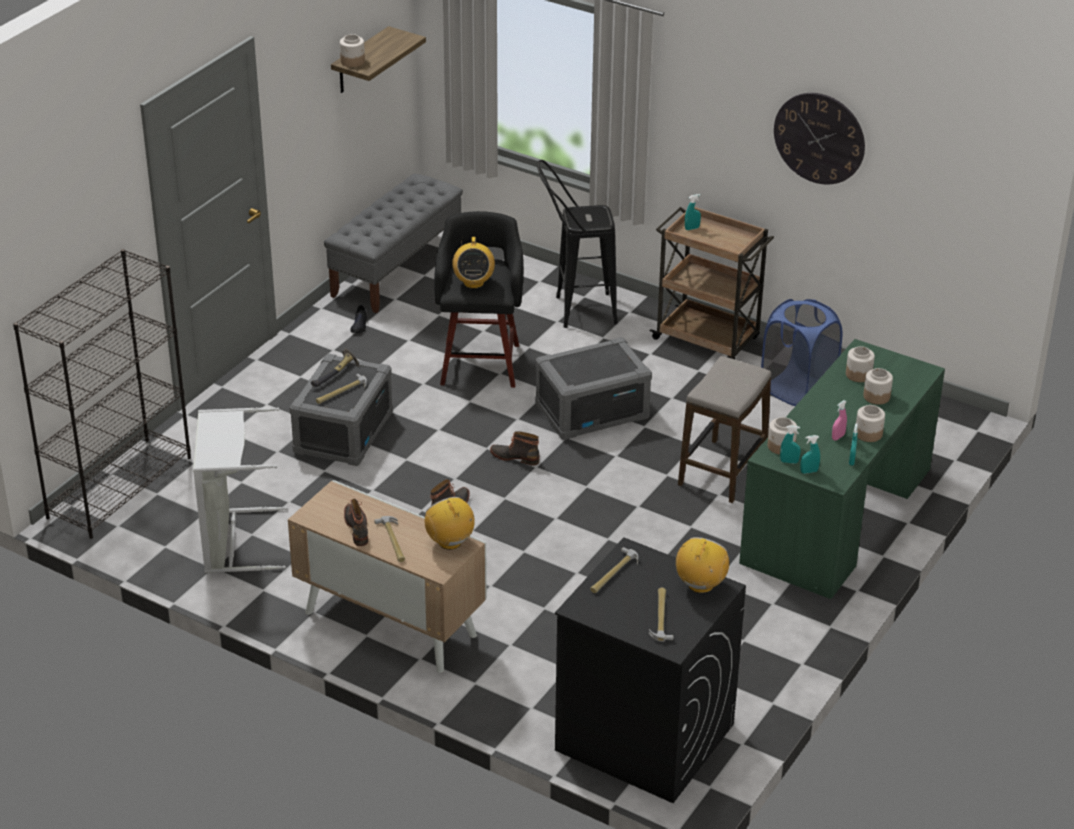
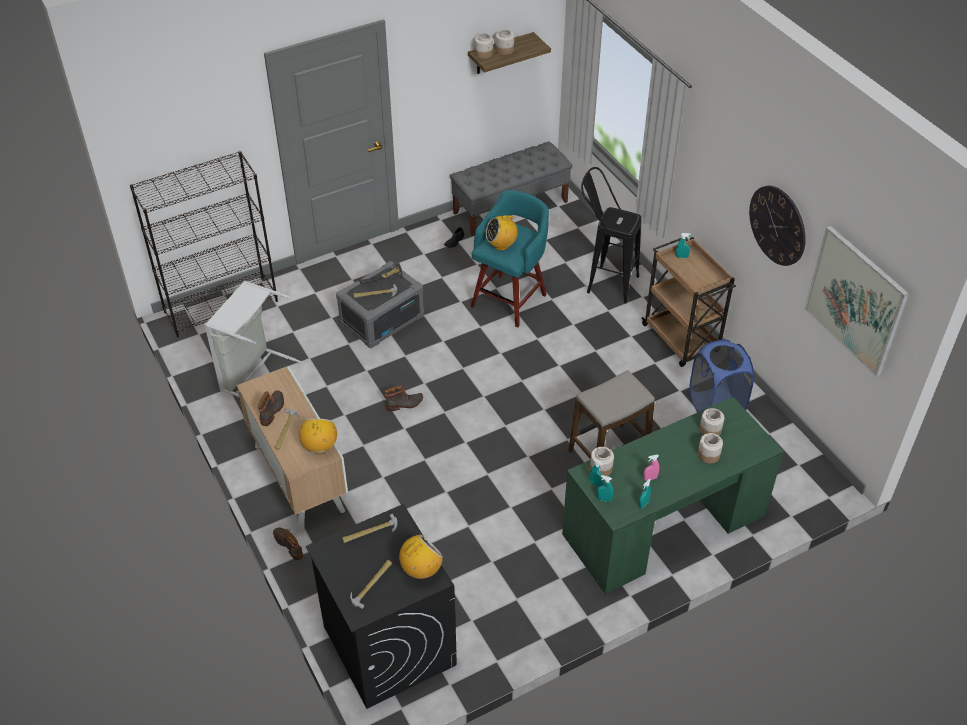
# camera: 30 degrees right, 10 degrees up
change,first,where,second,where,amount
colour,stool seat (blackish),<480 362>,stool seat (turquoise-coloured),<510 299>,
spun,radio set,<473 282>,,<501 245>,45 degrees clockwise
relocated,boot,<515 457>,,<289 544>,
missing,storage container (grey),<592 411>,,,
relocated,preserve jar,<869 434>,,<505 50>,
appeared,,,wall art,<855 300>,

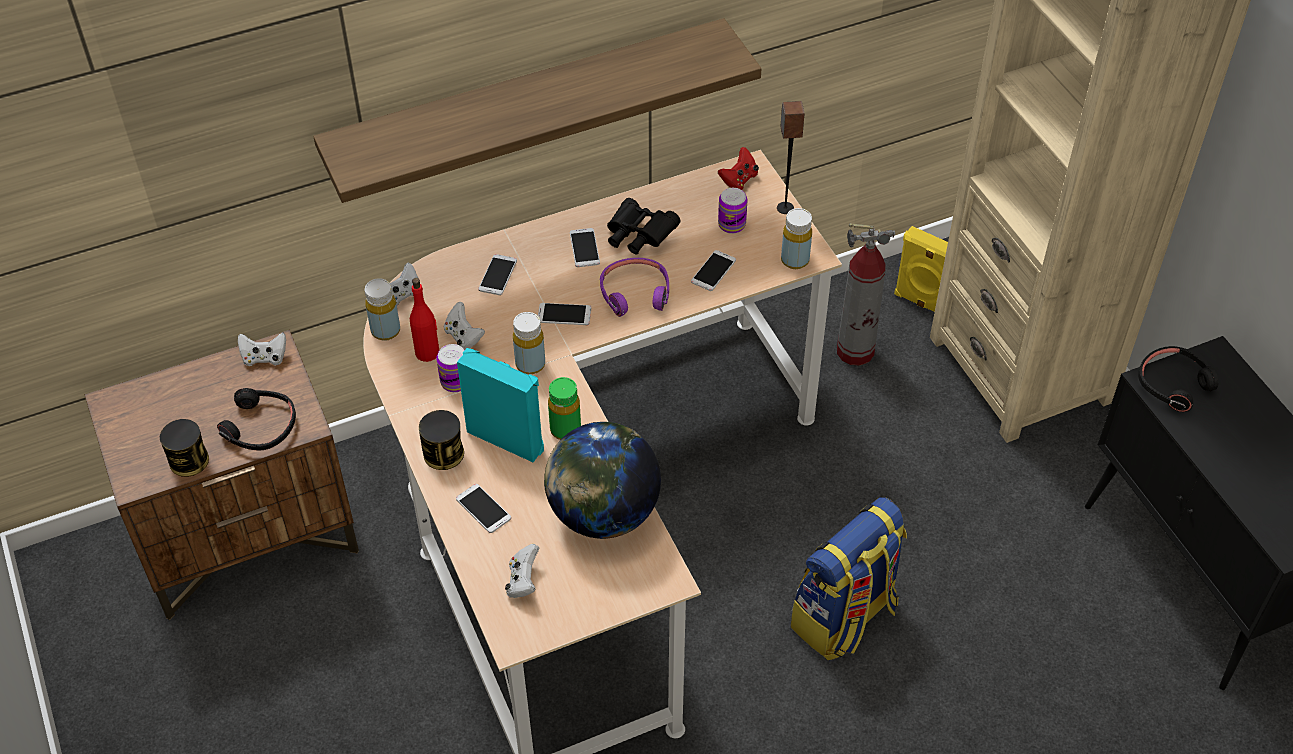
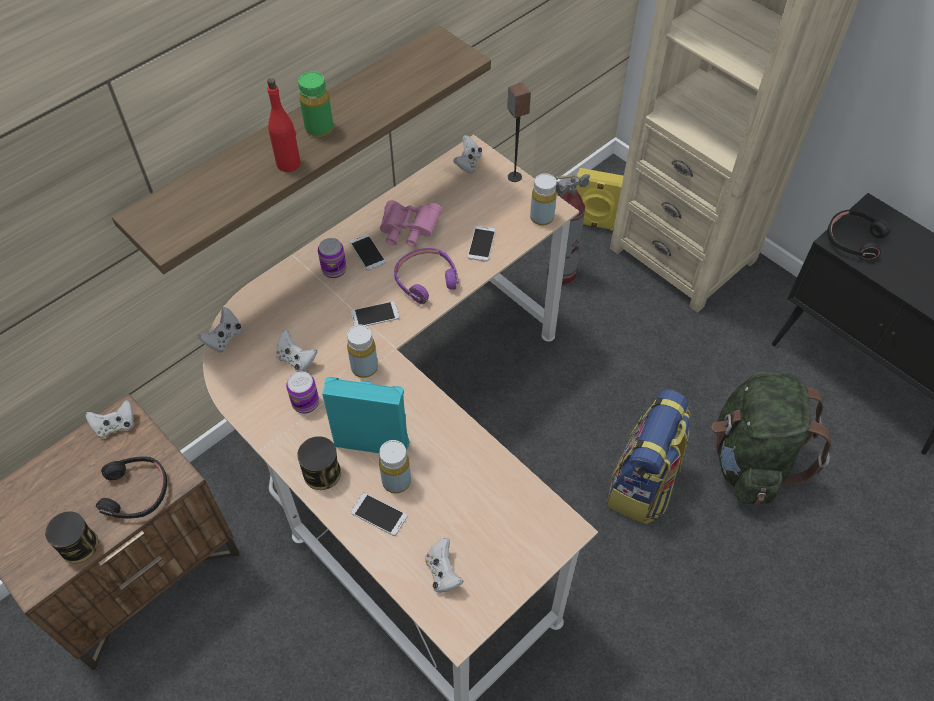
# camera: 20 degrees left, 5 degrees up
change,first,where,second,where,amount
relocated,bottle (yellow-coloured),<385 331>,,<396 481>,
relocated,bottle (reddish),<427 352>,,<289 163>,
missing,handset,<498 275>,,,
missing,globe,<603 514>,,,
relocated,bottle (greenish),<565 429>,,<319 128>,
colour,field glasses (blackish),<638 237>,field glasses (pink),<408 231>,
colour,game controller (reddish),<739 180>,game controller (whitish),<468 163>,
relocated,sealed can,<731 225>,,<334 269>,
appeared,,,knapsack (greenish),<750 460>,

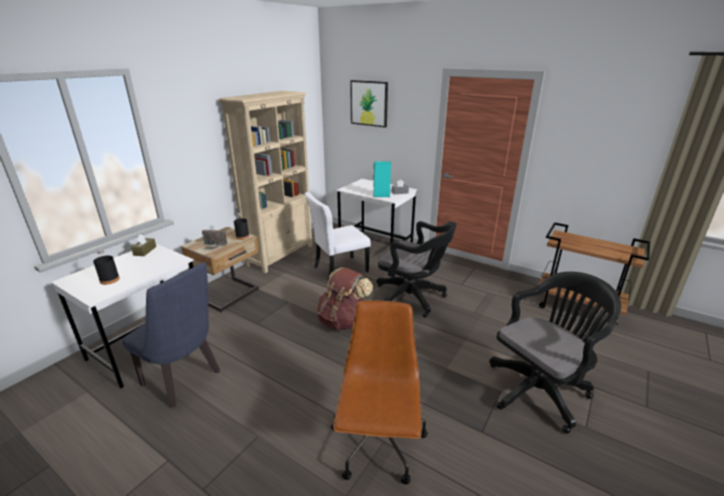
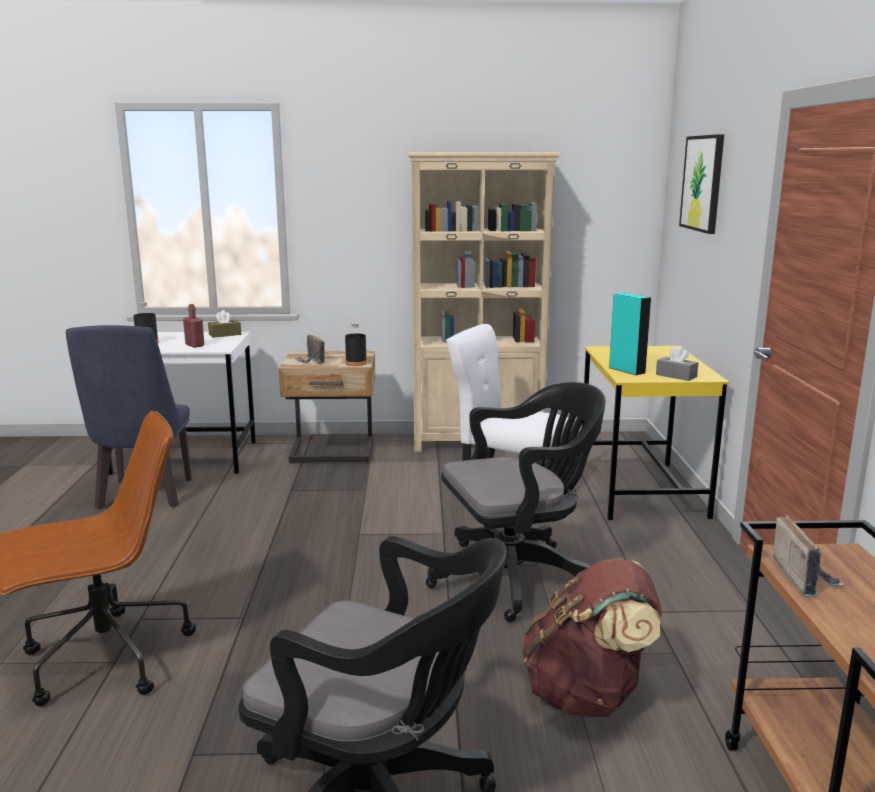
# camera: 55 degrees right, 10 degrees down
change,first,where,second,where,amount
relocated,knapsack (brown-coloured),<343 321>,,<588 695>,
colour,desk unit (whitish),<376 245>,desk unit (yellow-coloured),<641 491>,
spun,computer chair (blackish),<413 298>,,<517 576>,105 degrees counterclockwise
appeared,,,bottle (reddish),<195 345>,
appeared,,,radio set,<804 576>,

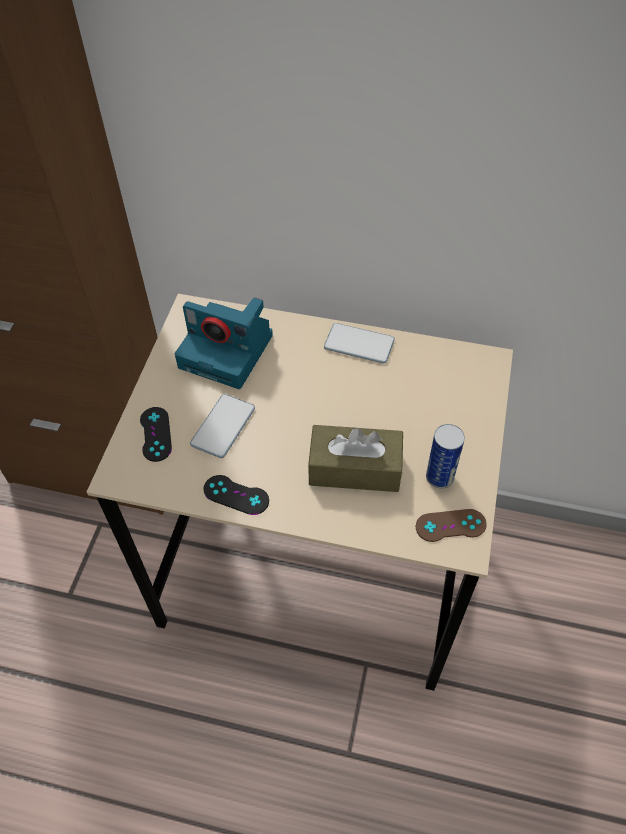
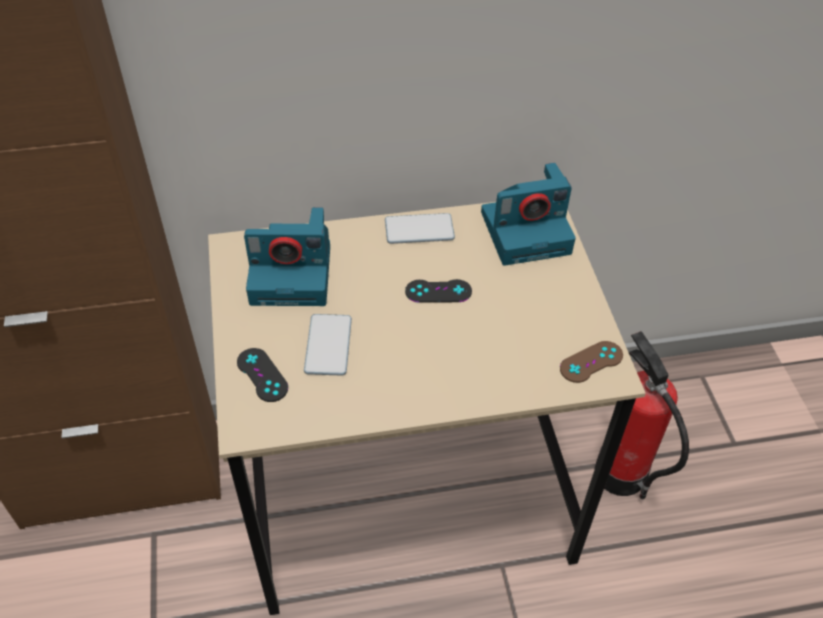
# camera: 25 degrees left, 5 degrees down
change,first,where,second,where,amount
relocated,game controller (blackish),<236 495>,,<438 291>,
missing,tissue holder (brown-coloured),<355 468>,,,
missing,sealed can,<439 477>,,,
appeared,,,still camera,<527 231>,
appeared,,,fire extinguisher,<620 474>,

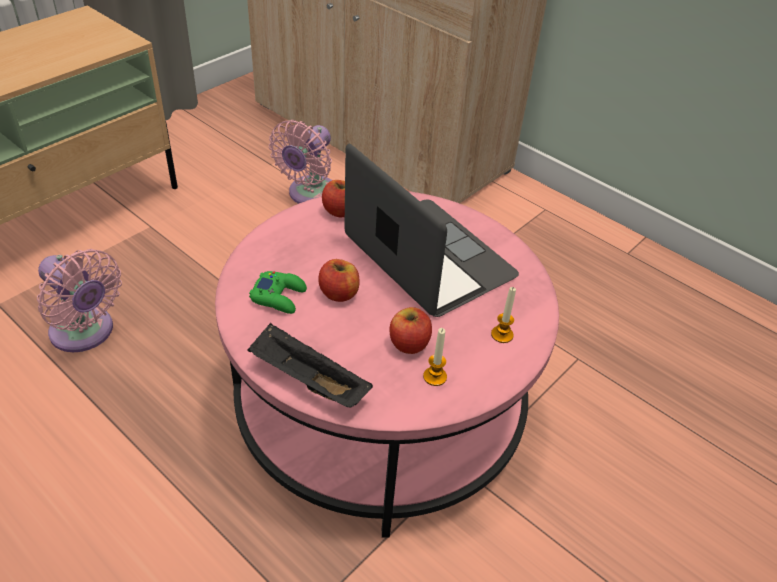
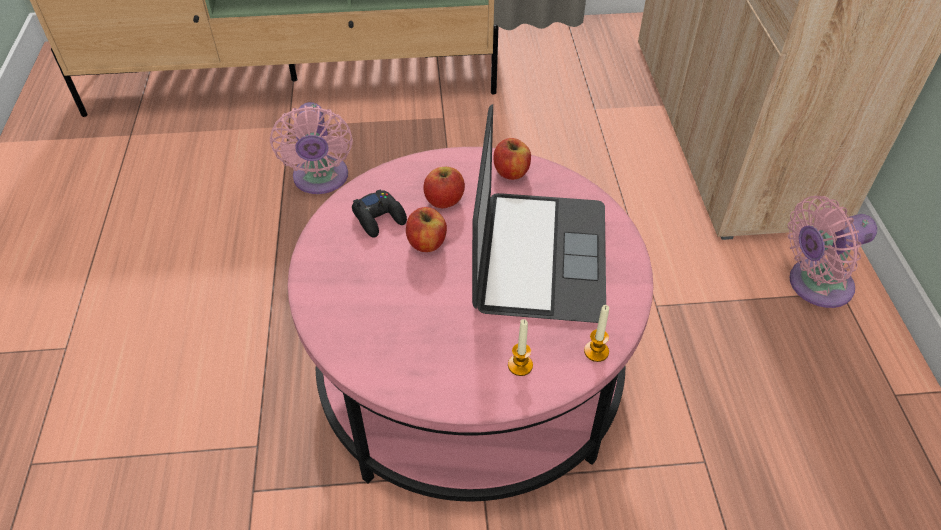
# camera: 45 degrees right, 5 degrees up
change,first,where,second,where,amount
missing,tray (blackish),<306 381>,,,
colour,game controller (greenish),<279 296>,game controller (blackish),<379 218>,
relocated,fan (pink),<310 195>,,<814 285>,
relocated,apple fruit,<409 343>,,<444 200>,
relocated,wax candle,<435 377>,,<596 351>,

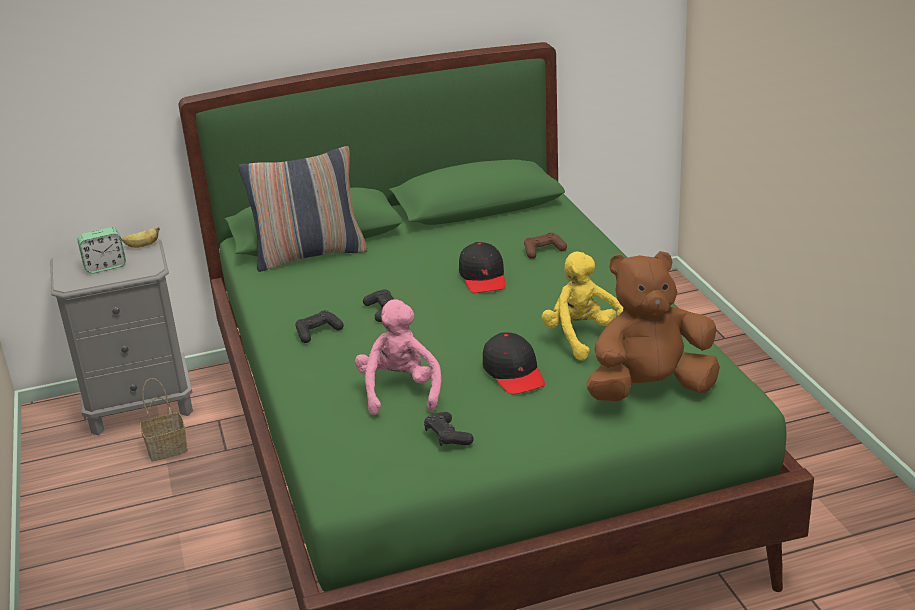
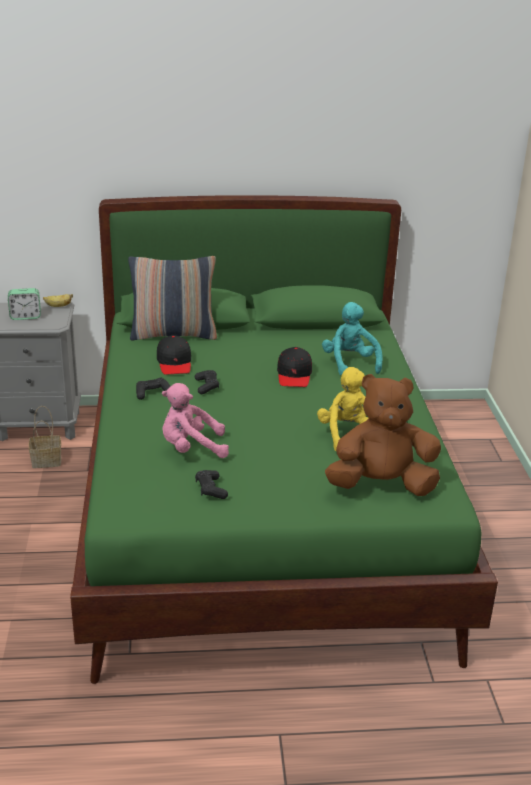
# camera: 10 degrees right, 0 degrees up
change,first,where,second,where,amount
spun,plush toy (pink),<400 391>,,<191 449>,105 degrees counterclockwise
relocated,cap (blackish),<514 373>,,<174 363>,
exchanged,game controller (brown-coloured),<543 251>,plush toy (turquoise-coloured),<350 363>,

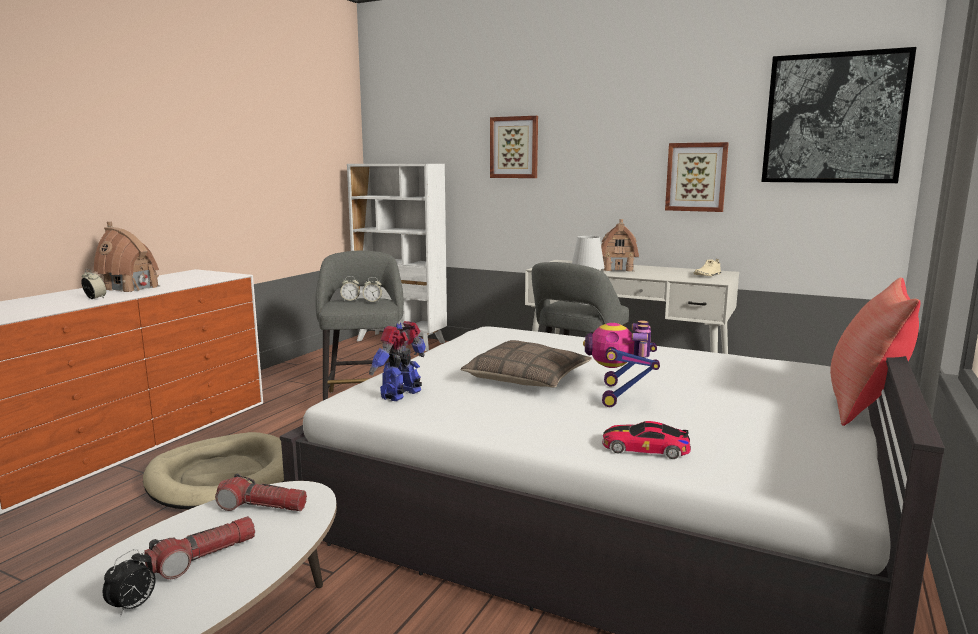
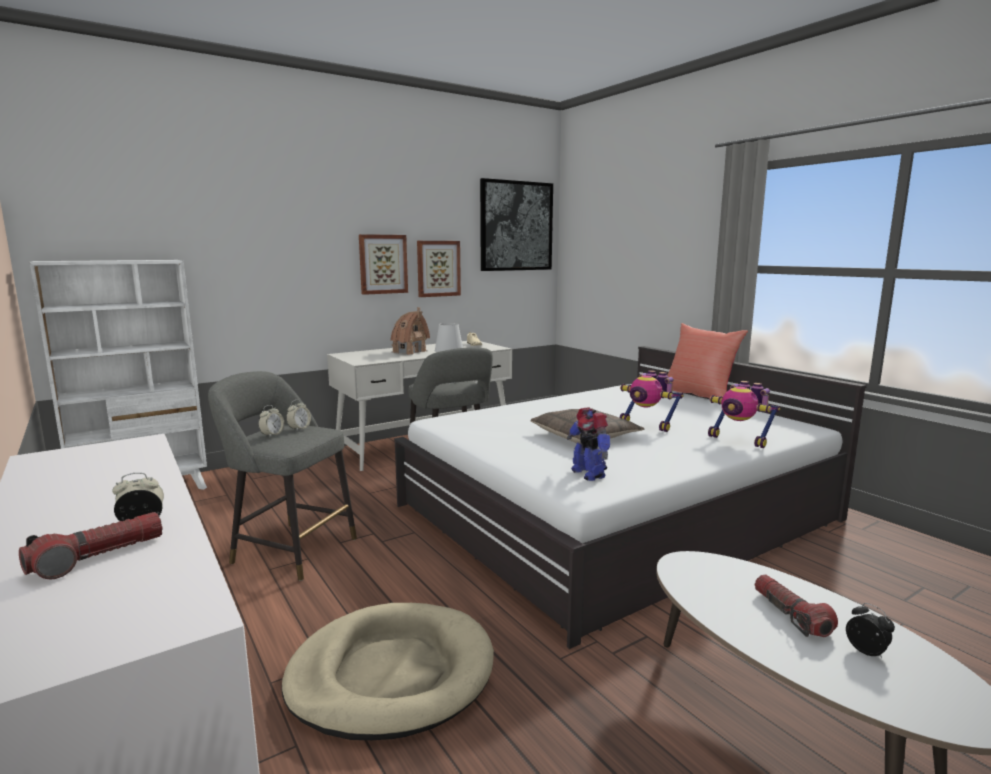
# camera: 60 degrees left, 0 degrees up
change,first,where,second,where,amount
missing,toy house,<131 288>,,,
relocated,hand torch,<262 507>,,<97 557>,
relocated,wall art,<514 147>,,<383 264>,
exchanged,toy car,<645 448>,robot figure,<739 440>,

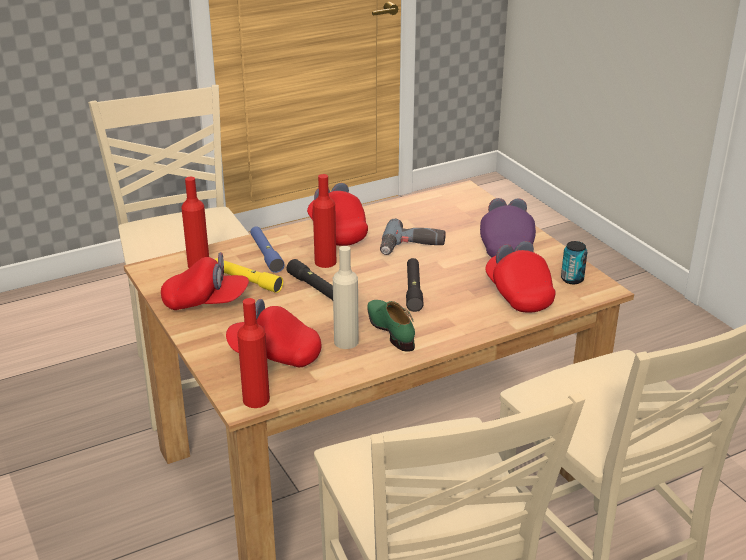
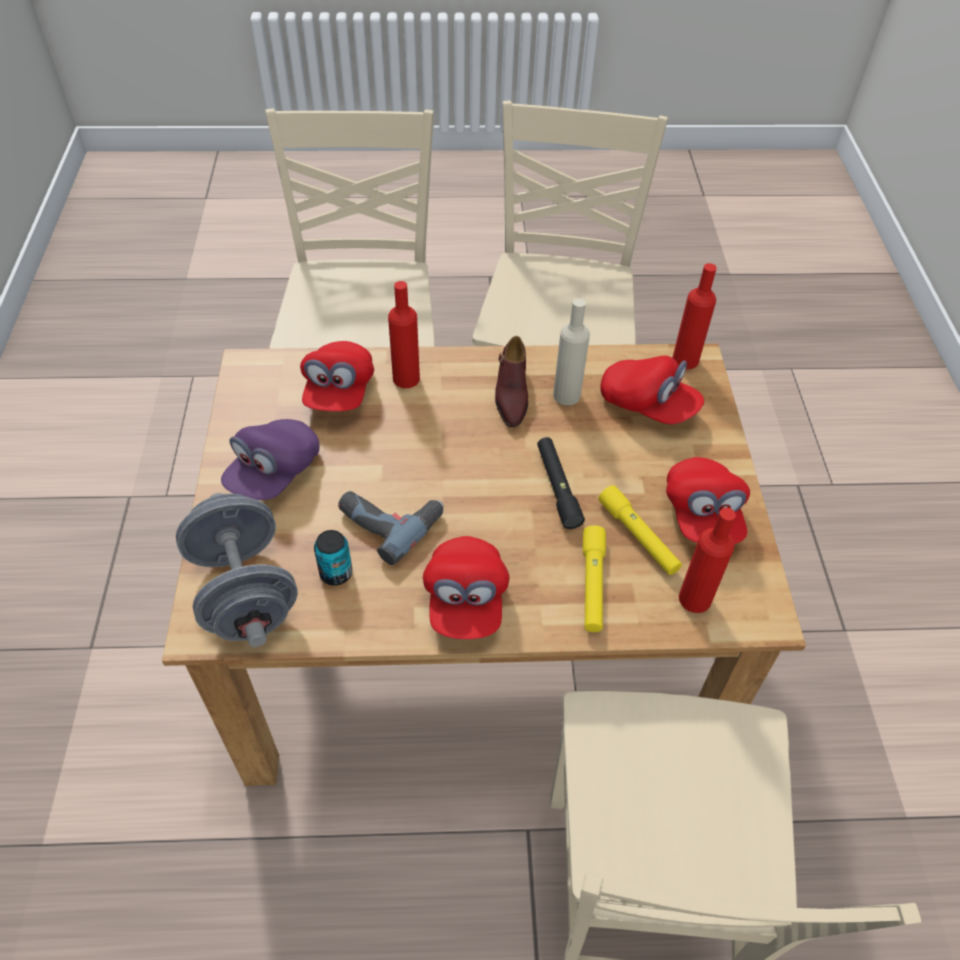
# camera: 155 degrees left, 20 degrees up
change,first,where,second,where,amount
spun,cap (reddish),<206 302>,,<702 515>,120 degrees counterclockwise
colour,hand torch (blue-coloured),<266 254>,hand torch (yellow-coloured),<592 584>,
relocated,bottle (reddish),<325 262>,,<406 378>,
colour,item of footwear (greenish),<391 329>,item of footwear (brown-coloured),<511 394>,
missing,hand torch (blackish),<413 290>,,,
relocated,sealed can,<572 279>,,<336 573>,
appeared,,,dumbbell (grey),<245 592>,

